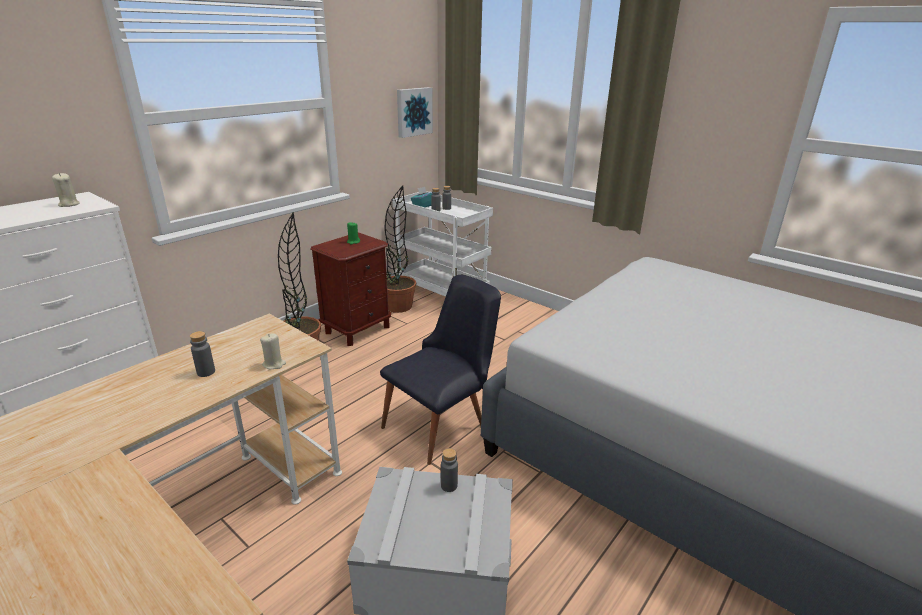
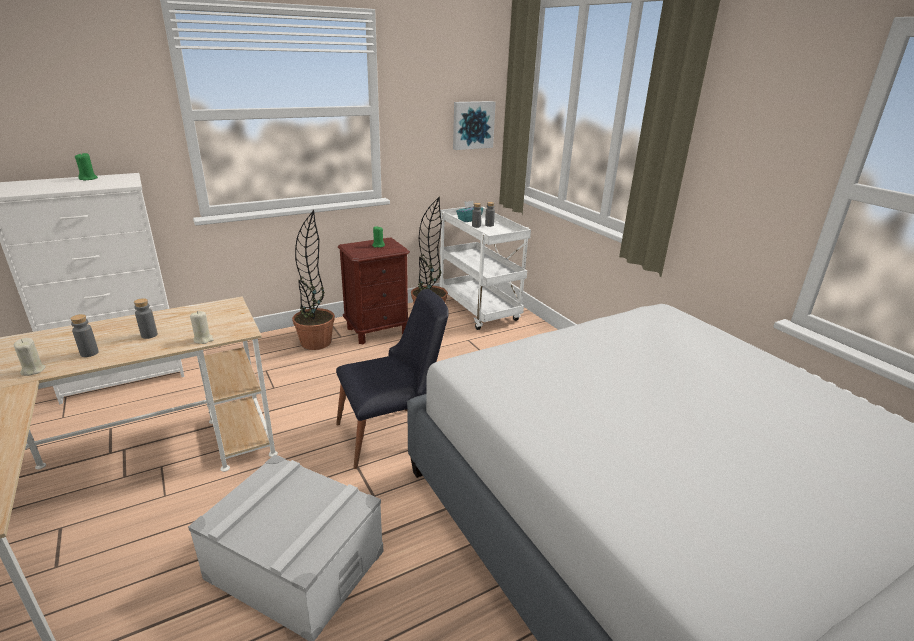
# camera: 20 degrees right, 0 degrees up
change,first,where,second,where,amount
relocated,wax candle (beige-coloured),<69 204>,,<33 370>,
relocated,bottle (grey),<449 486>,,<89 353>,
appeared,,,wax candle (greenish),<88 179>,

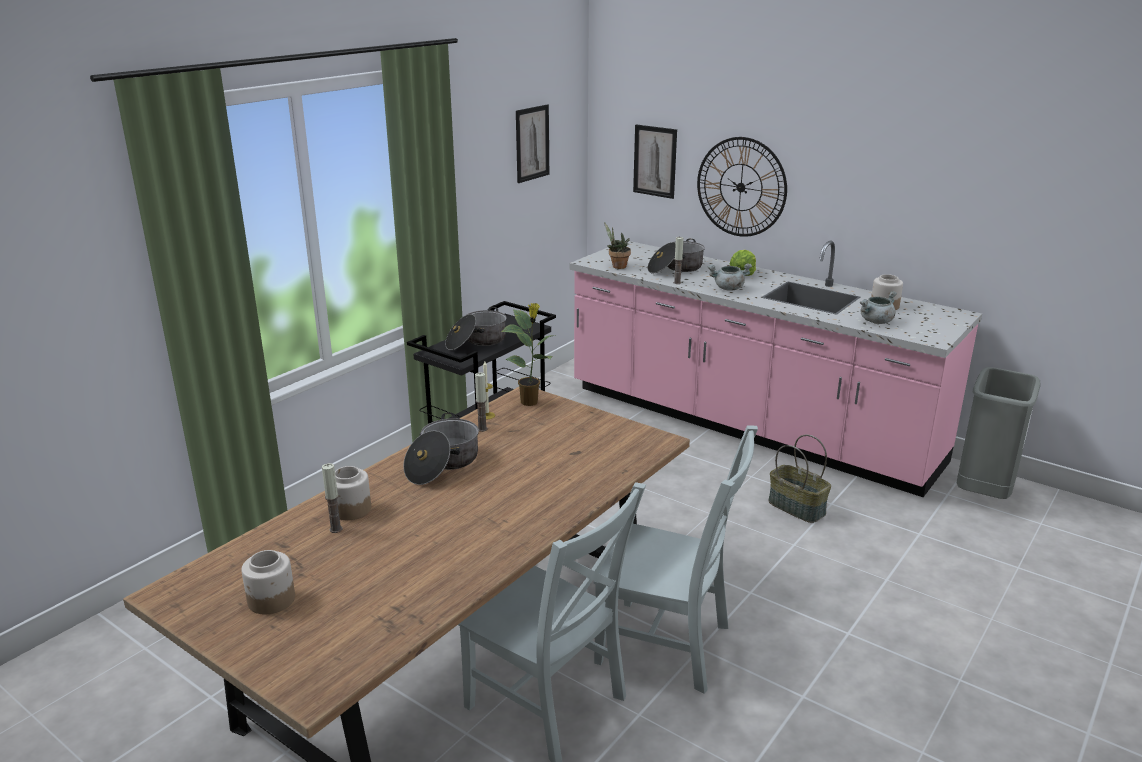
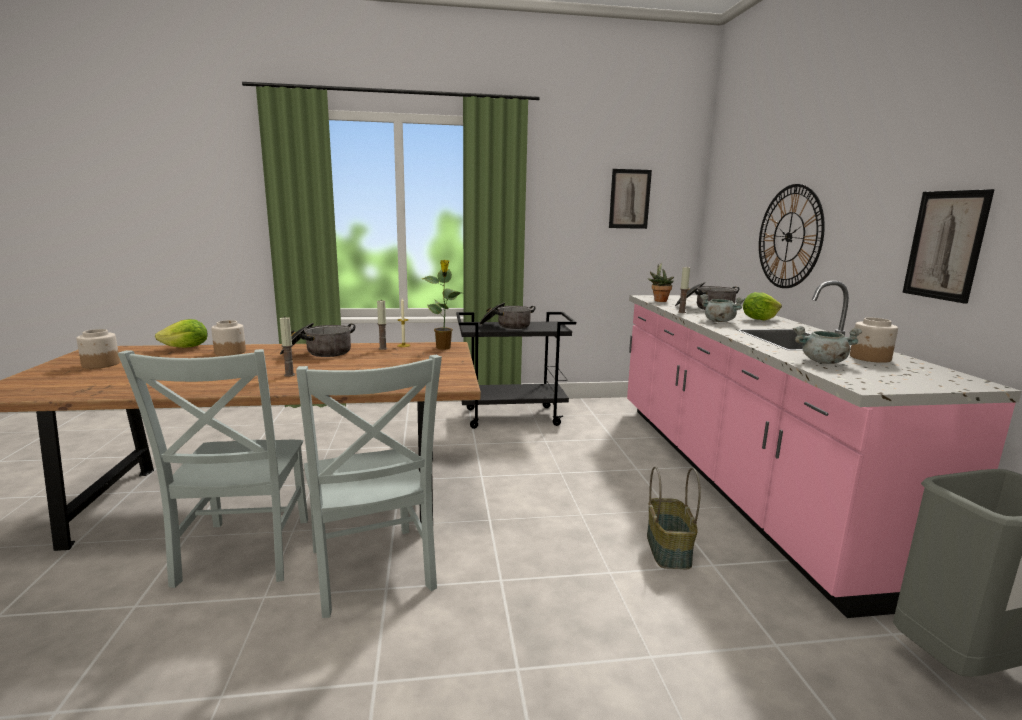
# camera: 45 degrees right, 10 degrees down
change,first,where,second,where,amount
relocated,wax candle,<336 529>,,<289 375>,
relocated,wall art,<655 161>,,<945 245>,
appeared,,,lettuce,<186 348>,

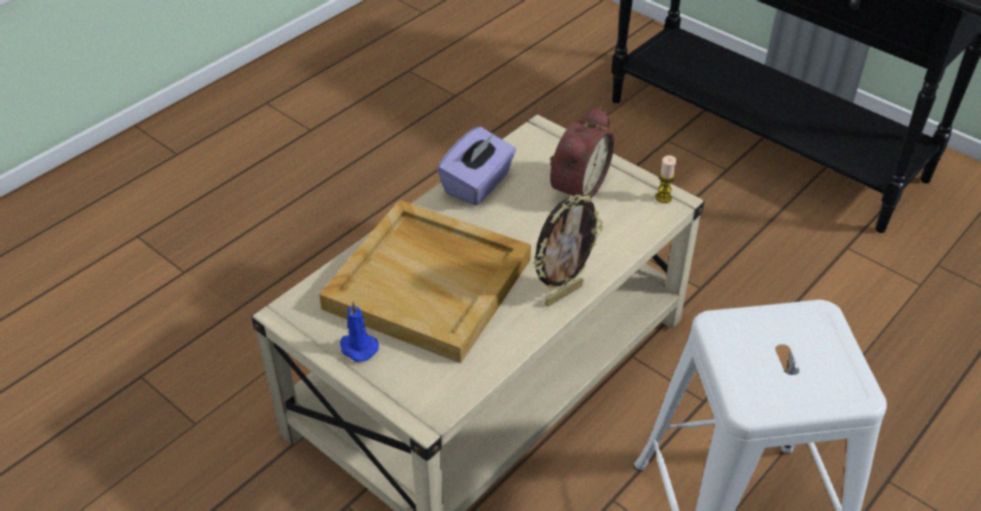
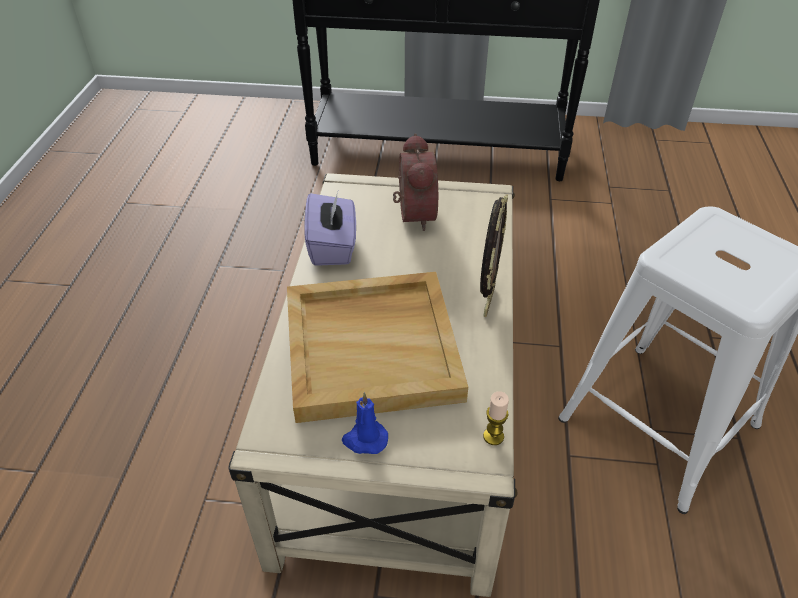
# camera: 35 degrees left, 0 degrees up
change,first,where,second,where,amount
relocated,wax candle,<663 197>,,<493 436>,

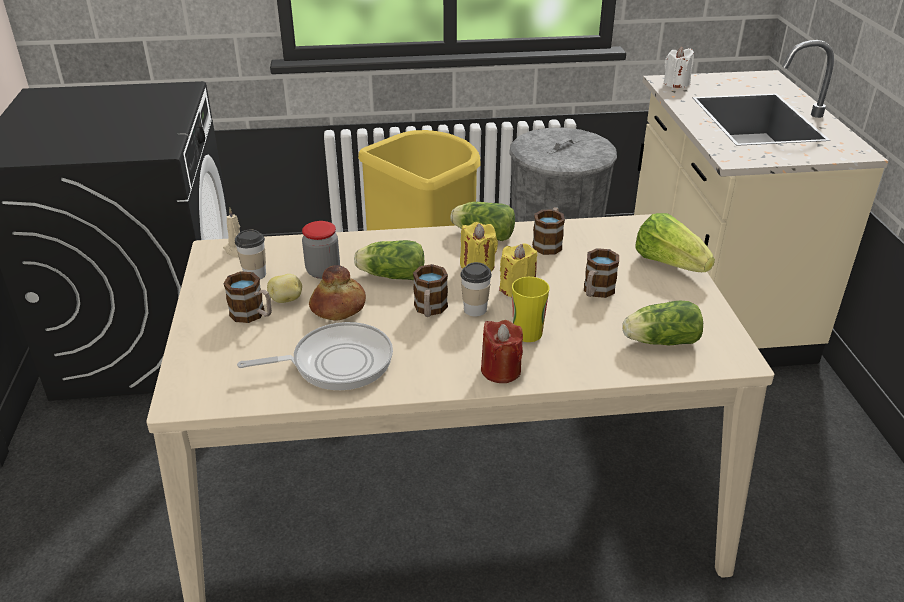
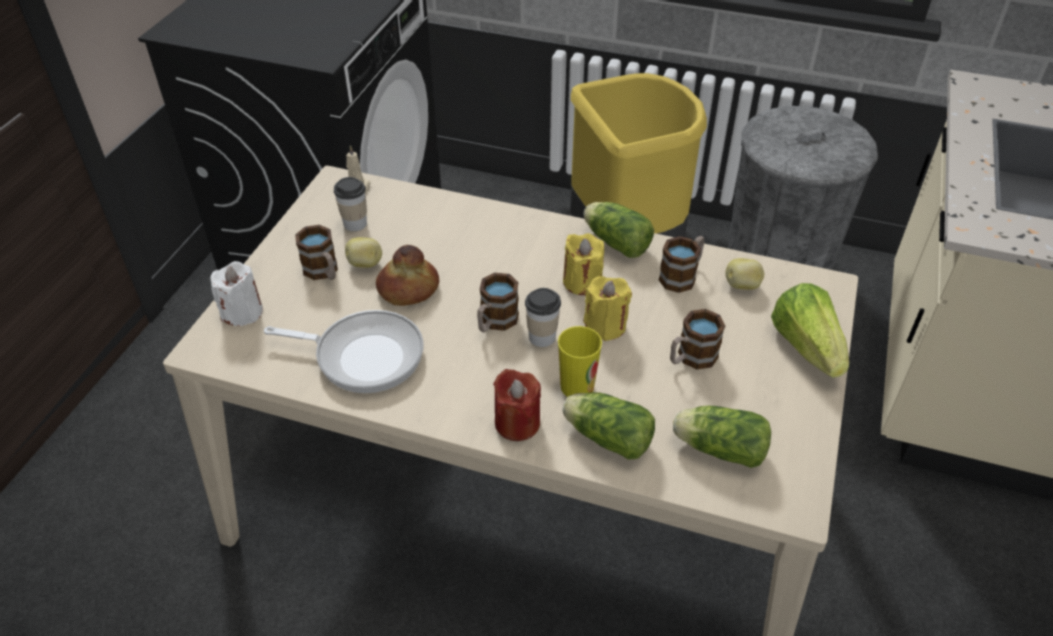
# camera: 25 degrees right, 10 degrees up
change,first,where,second,where,amount
missing,preserve jar,<323 271>,,,
relocated,lettuce,<389 275>,,<605 436>,
relocated,wax candle (whitish),<676 83>,,<242 312>,
appeared,,,whole potato,<742 285>,

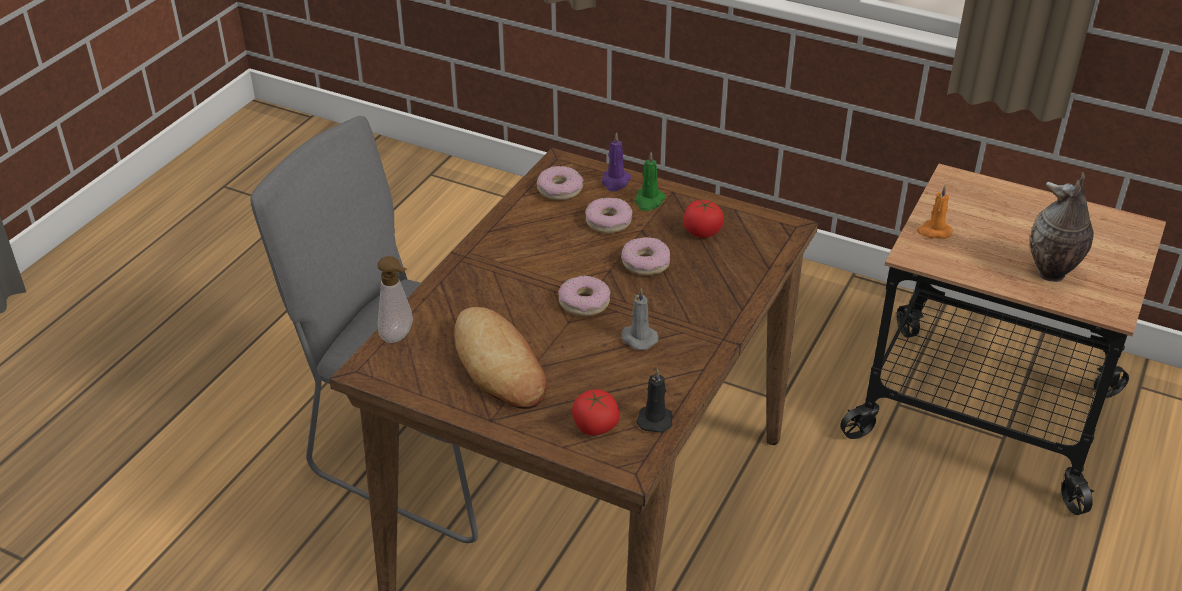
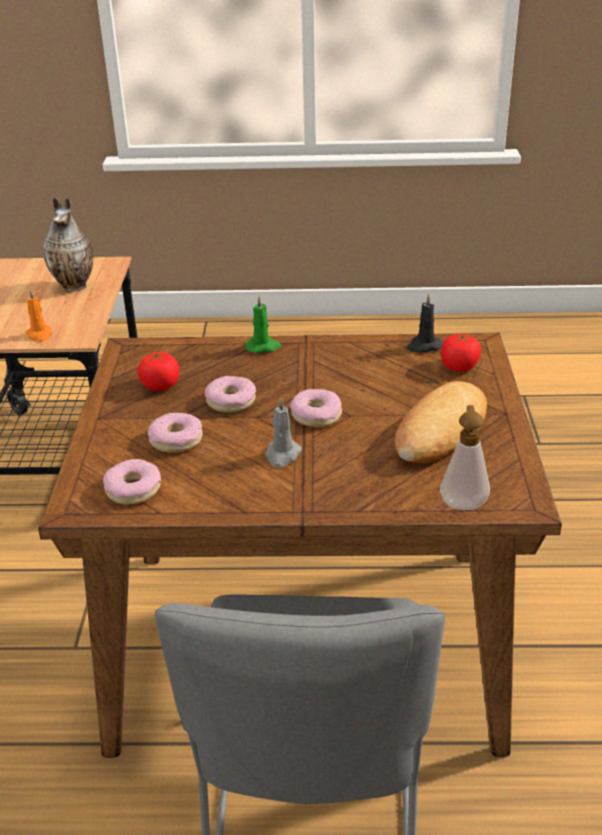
# camera: 115 degrees left, 5 degrees down
change,first,where,second,where,amount
missing,wax candle (purple-coloured),<615 181>,,,
relocated,wax candle (grey),<638 338>,,<282 455>,
relocated,wax candle (greenish),<649 201>,,<263 347>,

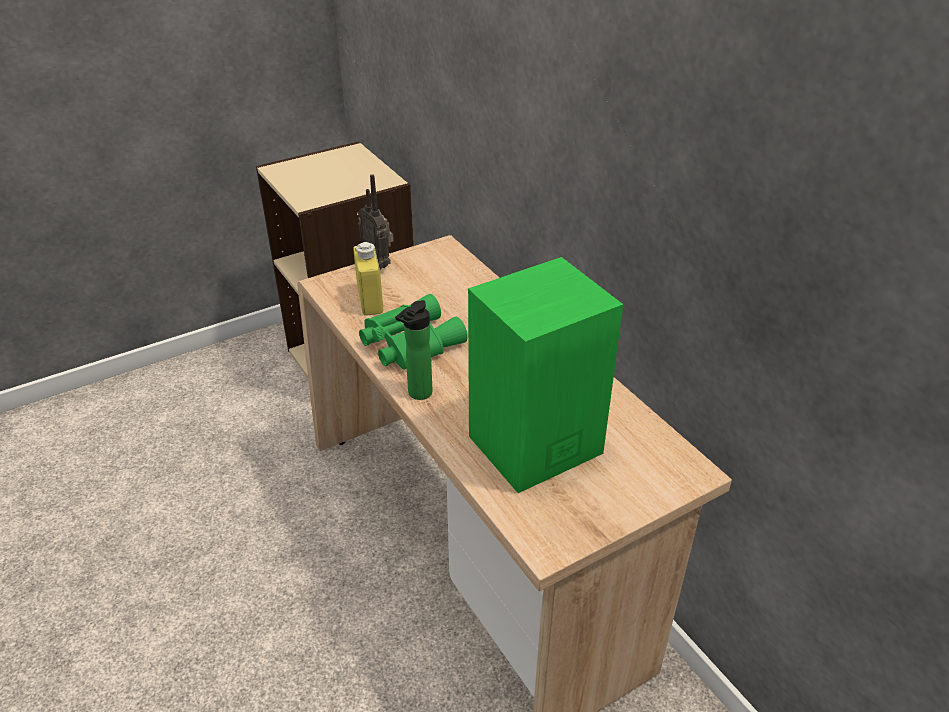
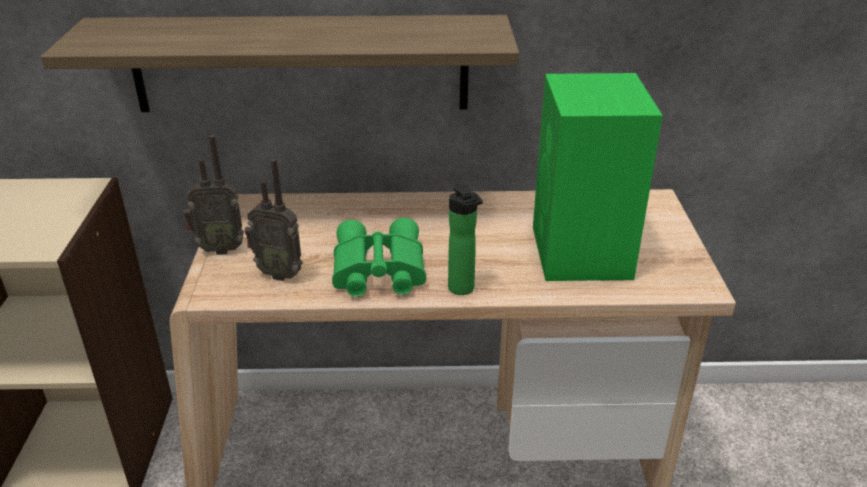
# camera: 60 degrees left, 5 degrees down
change,first,where,second,where,amount
exchanged,bottle (yellow-coloured),<370 301>,radio set,<280 273>,
appeared,,,bracket shelf,<300 64>,

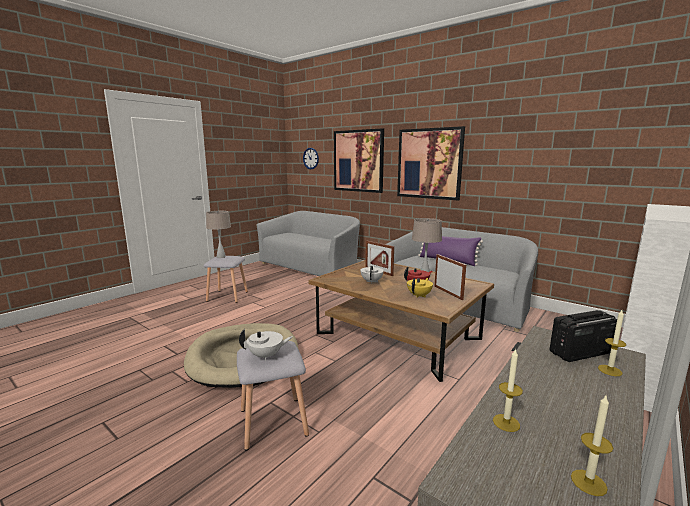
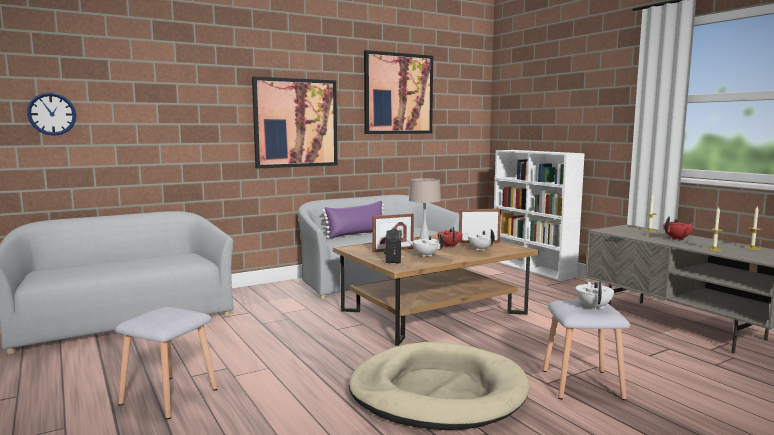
# camera: 70 degrees left, 5 degrees down
change,first,where,second,where,amount
missing,table lamp (beige-coloured),<221 257>,,,
relocated,wall art,<358 161>,,<398 94>,
colour,tea pot (yellow-coloured),<419 295>,tea pot (whitish),<480 249>,
relocated,radio set,<580 353>,,<393 259>,
appeared,,,tea pot (reddish),<677 239>,

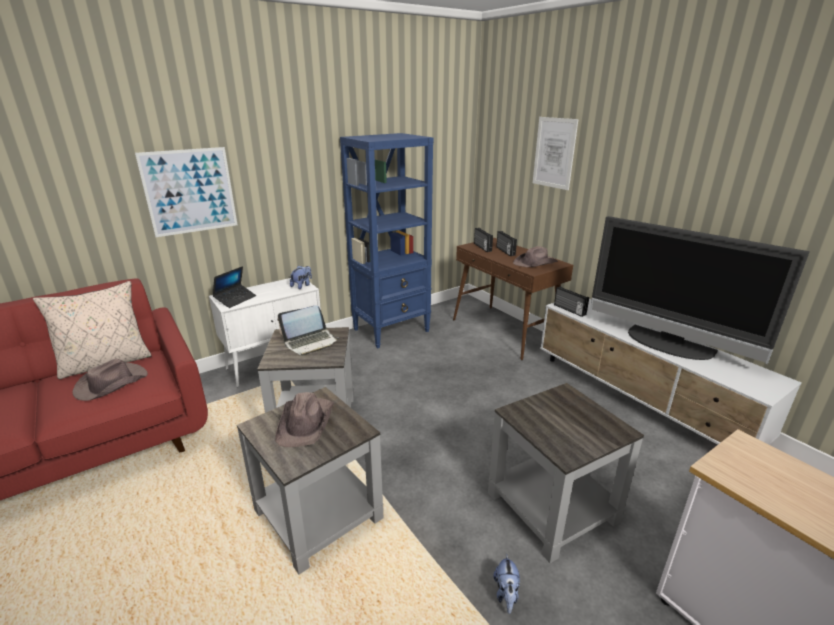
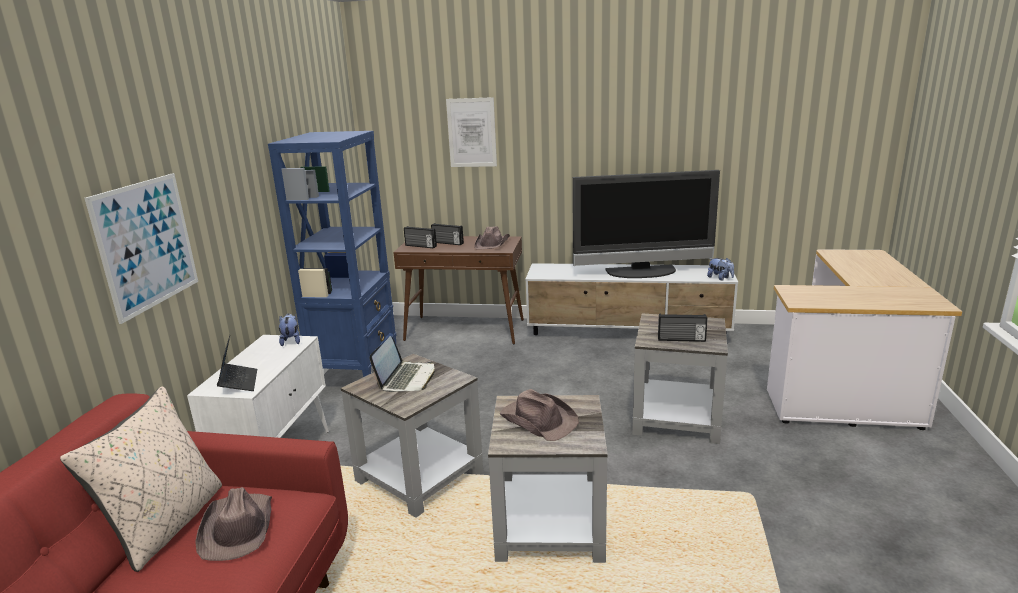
# camera: 45 degrees left, 5 degrees down
change,first,where,second,where,amount
relocated,plush toy,<506 594>,,<720 278>,
relocated,radio set,<569 310>,,<681 339>,

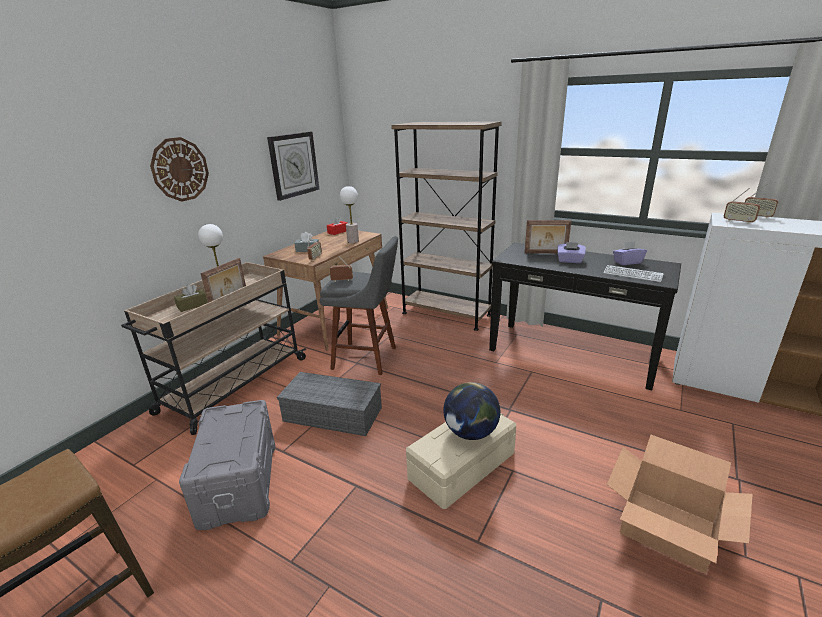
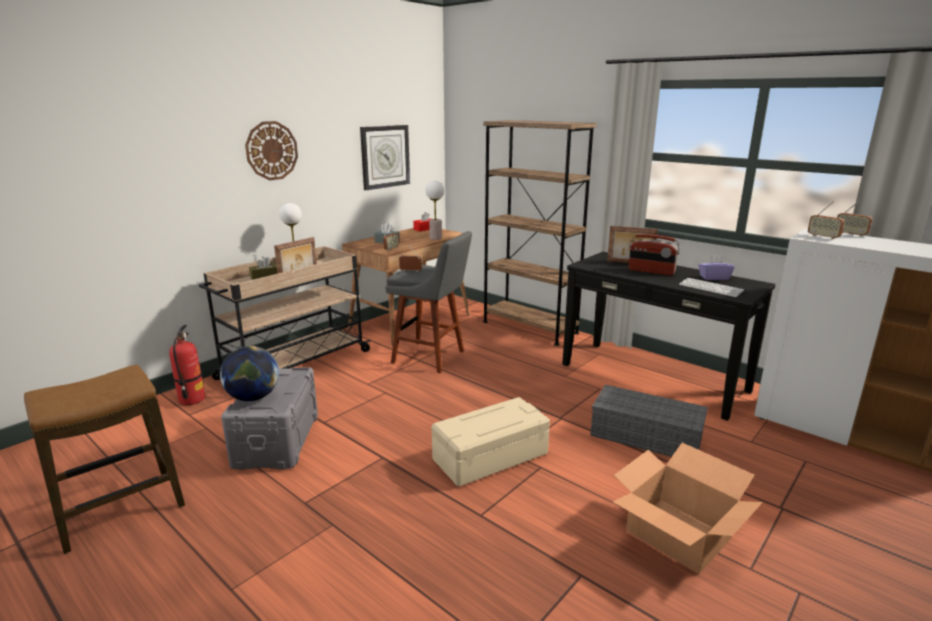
# camera: 10 degrees right, 5 degrees down
change,first,where,second,where,amount
relocated,storage container (grey),<334 414>,,<647 435>,
relocated,globe,<471 432>,,<253 397>,
exchanged,tissue holder (purple-coloured),<570 261>,radio set,<651 271>,
appeared,,,fire extinguisher,<191 399>,

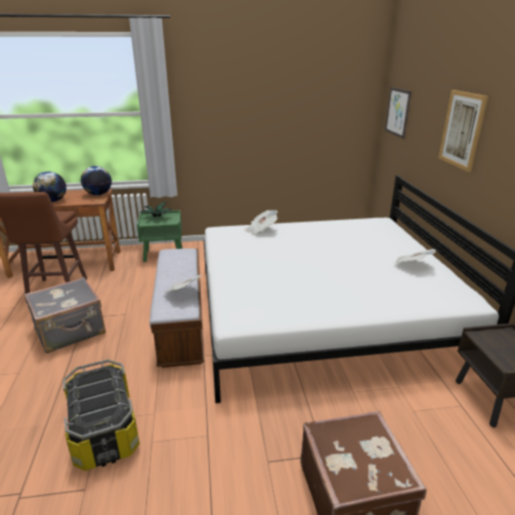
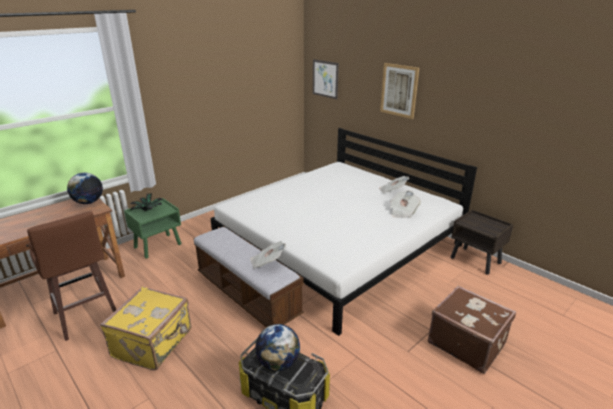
# camera: 35 degrees left, 0 degrees up
change,first,where,second,where,amount
colour,suitcase (grey),<71 332>,suitcase (yellow-coloured),<154 343>,
relocated,globe,<52 201>,,<278 363>,
relocated,daily paper,<261 230>,,<403 212>,

